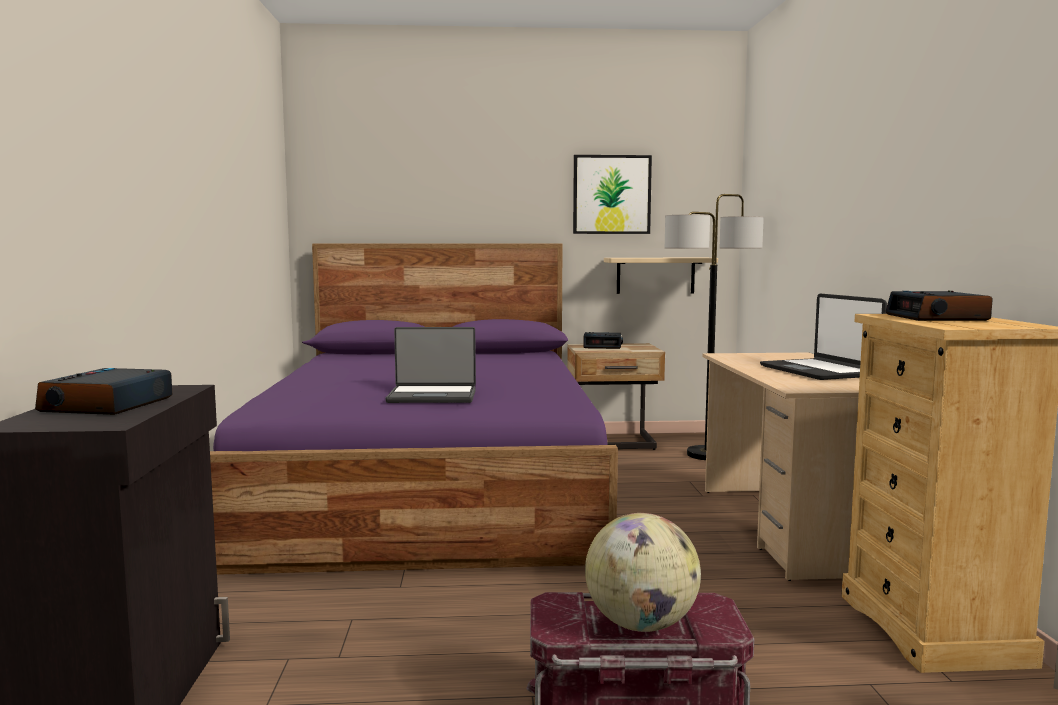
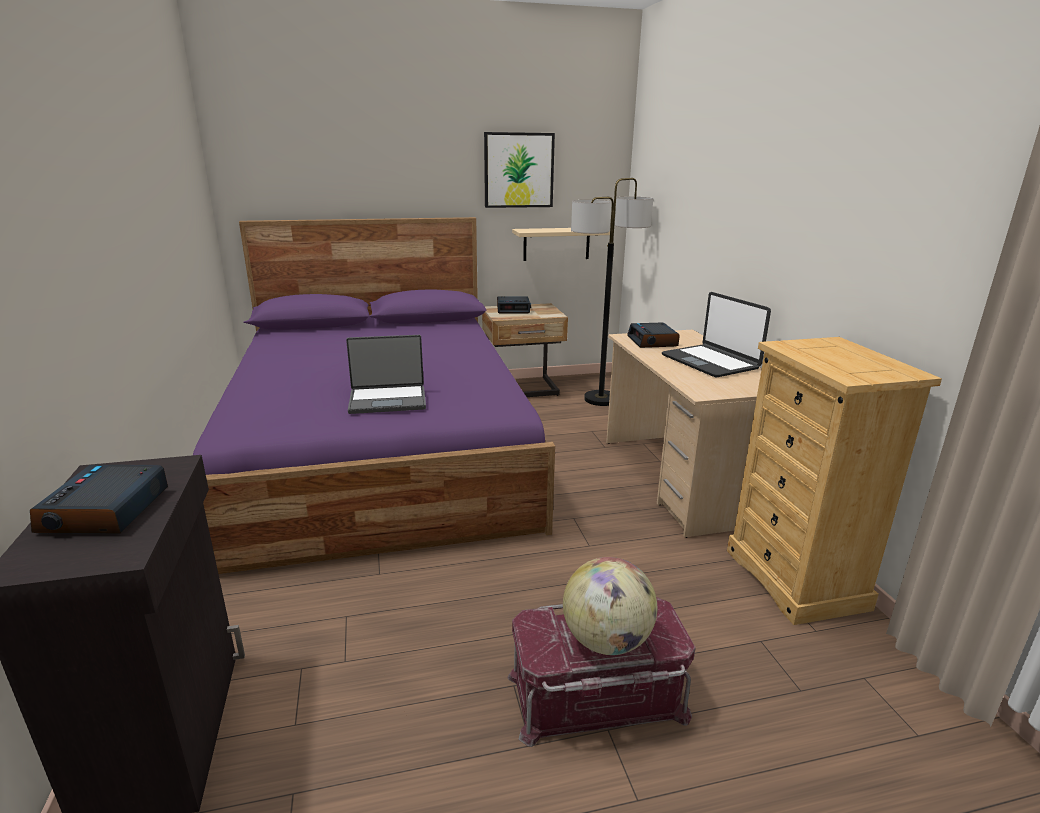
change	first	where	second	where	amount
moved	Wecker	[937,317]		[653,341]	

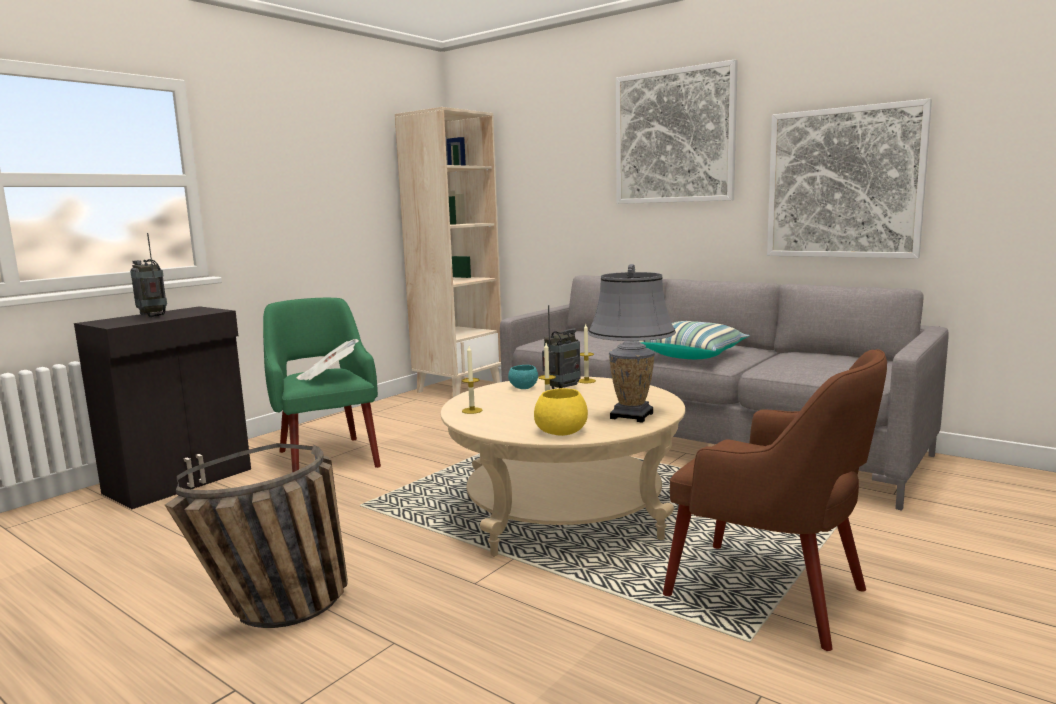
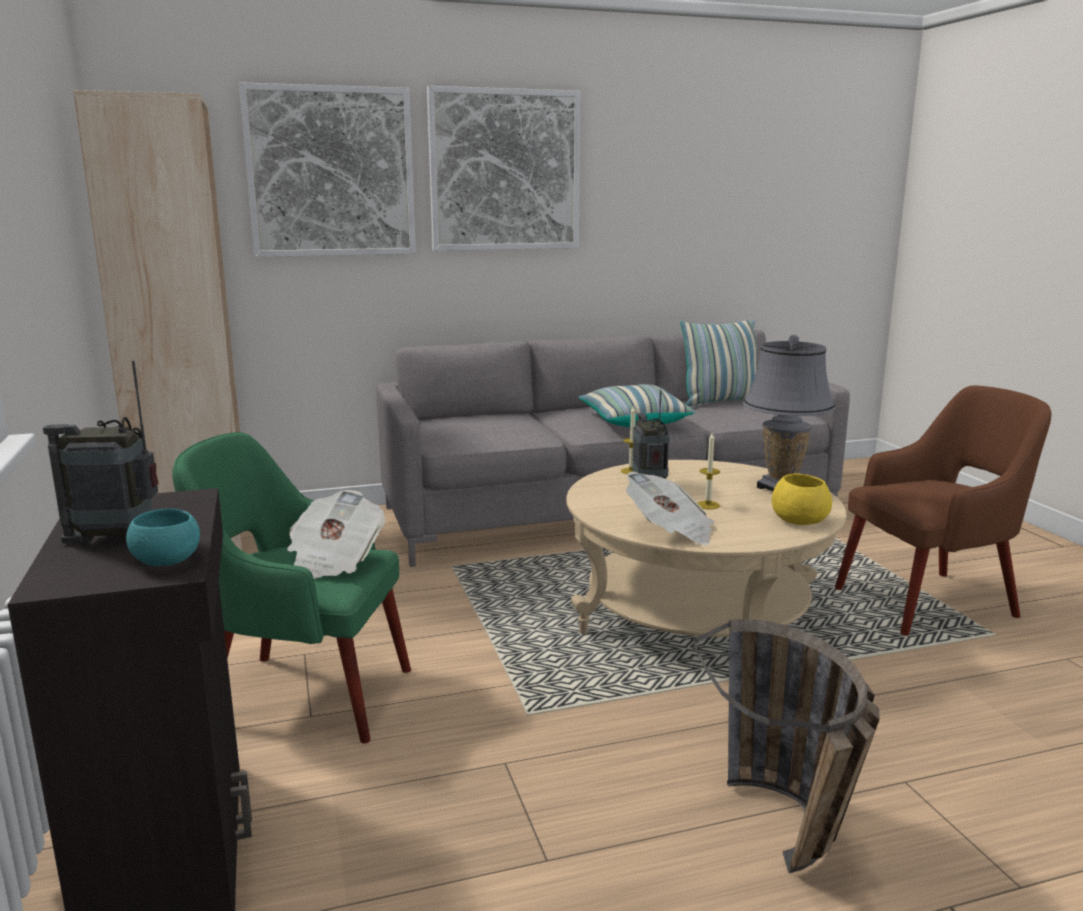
change	first	where	second	where	amount
added			Kissen	[720,401]	
moved	Schüssel [türkis]	[523,388]		[166,562]	
moved	Bild	[844,183]		[331,172]	
replaced	Kerze	[472,410]	Zeitung	[670,531]	

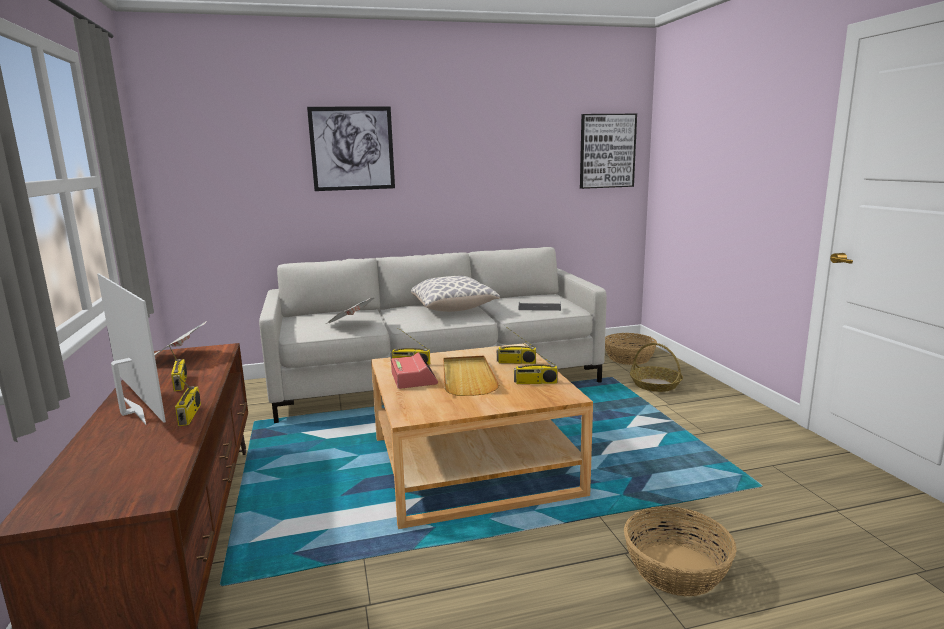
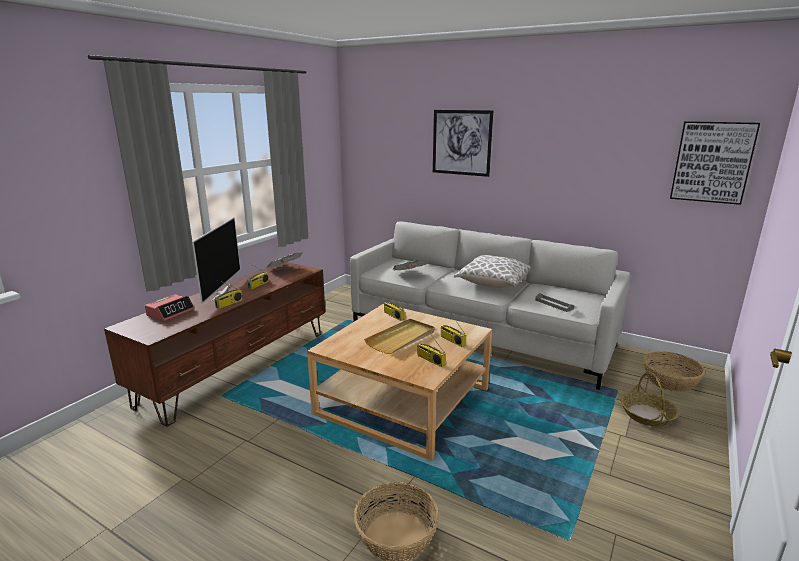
change	first	where	second	where	amount
moved	Wecker	[413,378]		[171,312]	

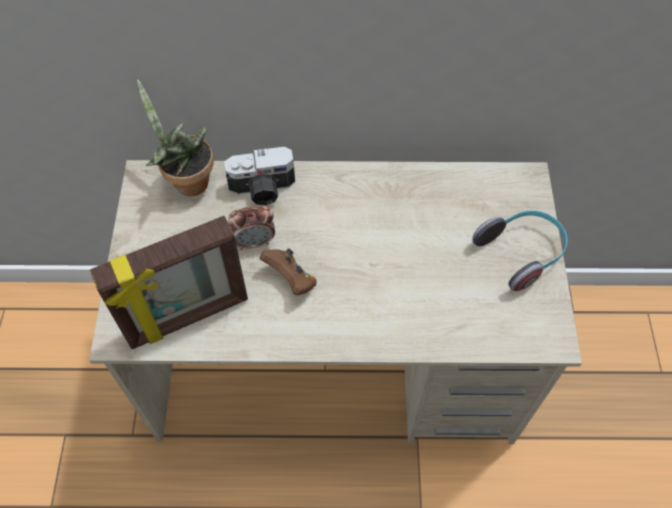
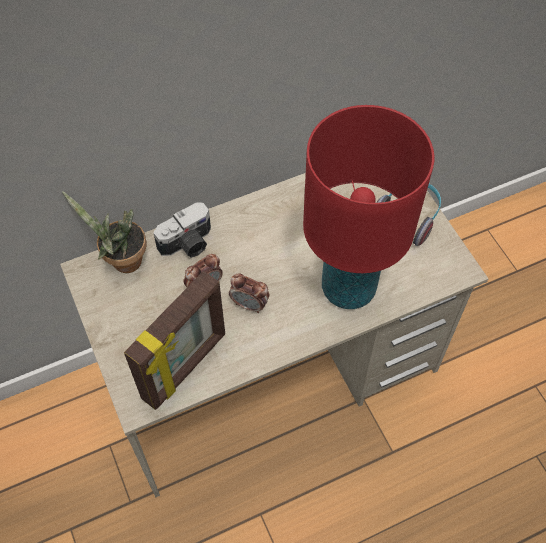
change	first	where	second	where	amount
added			Tischlampe [rot]	[348,288]	
replaced	Gamepad [braun]	[291,279]	Wecker	[249,304]	

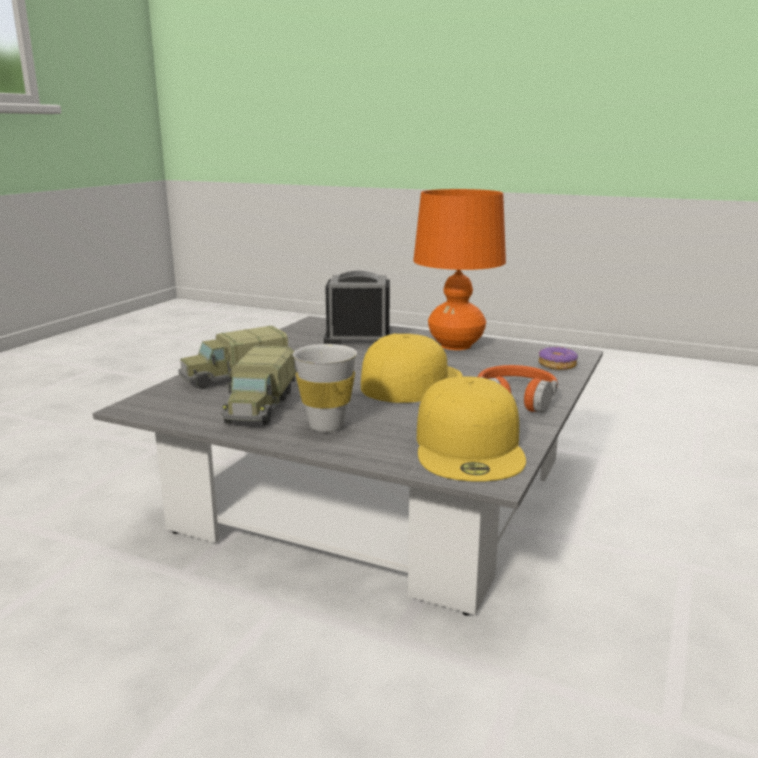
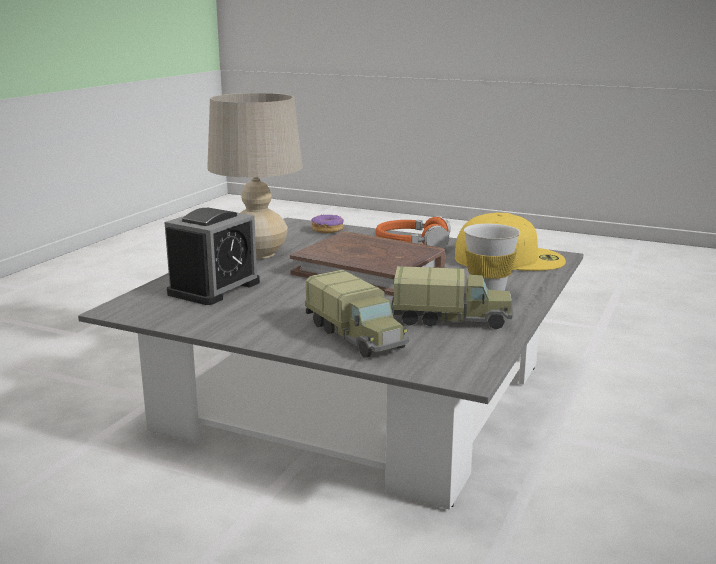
change	first	where	second	where	amount
replaced	Kappe [gelb]	[411,381]	Buch [braun]	[369,270]	
recoloured	Tischlampe [orange]	[456,345]	Tischlampe [beige]	[259,254]	
turned	Wecker	[358,338]		[214,288]	150 degrees counterclockwise

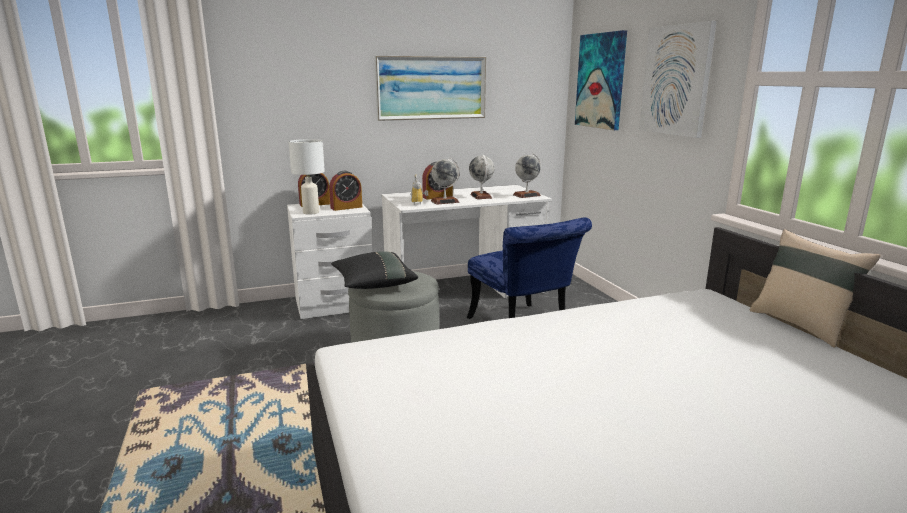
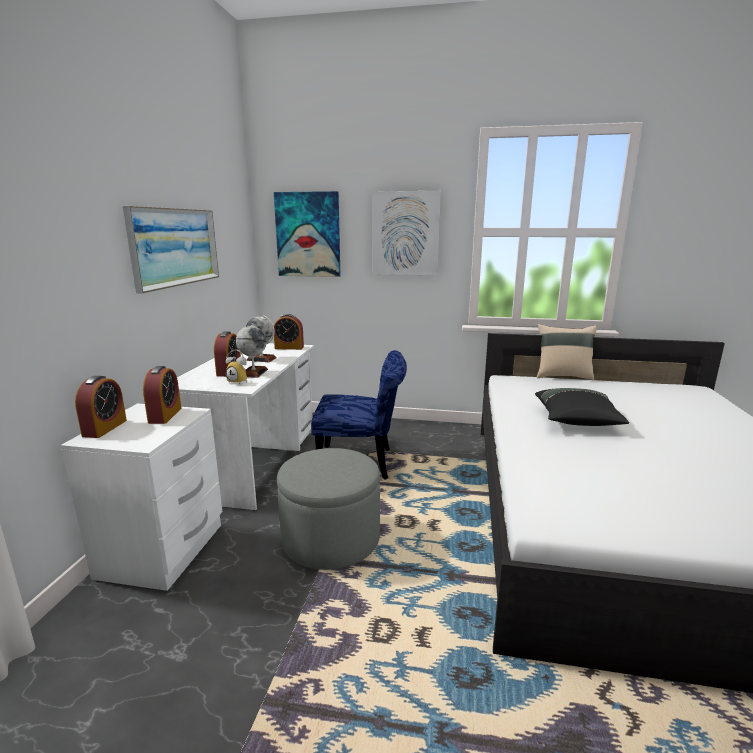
change	first	where	second	where	amount
removed	Tischlampe [weiß]	[311,212]			
moved	Kissen [schwarz]	[373,284]		[576,421]	
replaced	Globus	[526,195]	Wecker	[289,348]	

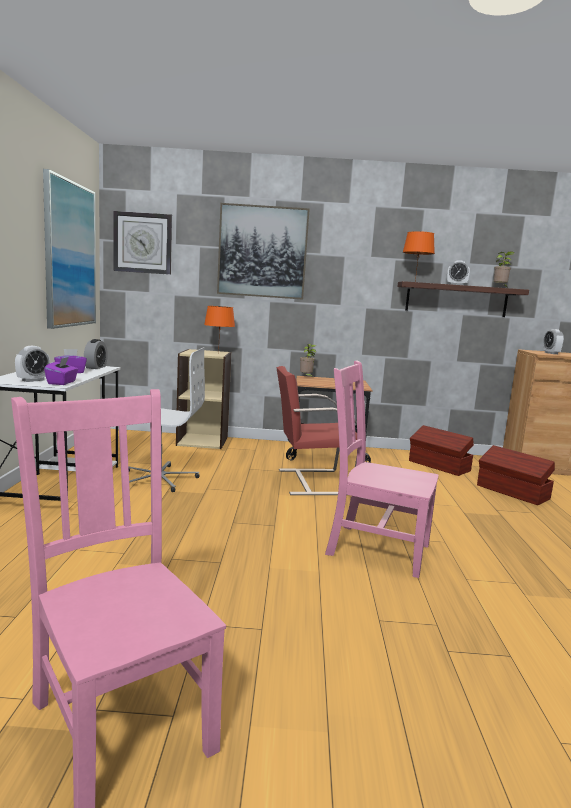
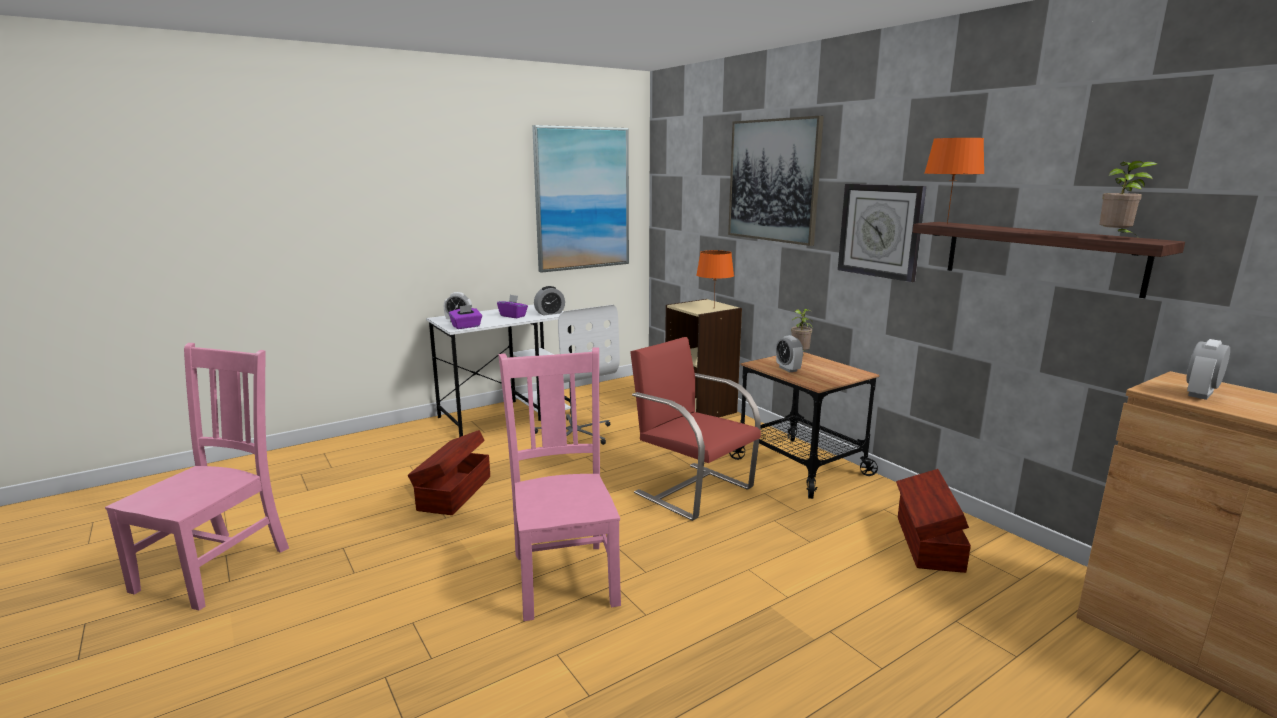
change	first	where	second	where	amount
moved	Wanduhr	[143,243]		[880,230]	
moved	Wecker	[456,285]		[788,369]	
moved	Aufbewahrungsbox [braun]	[512,492]		[453,493]	

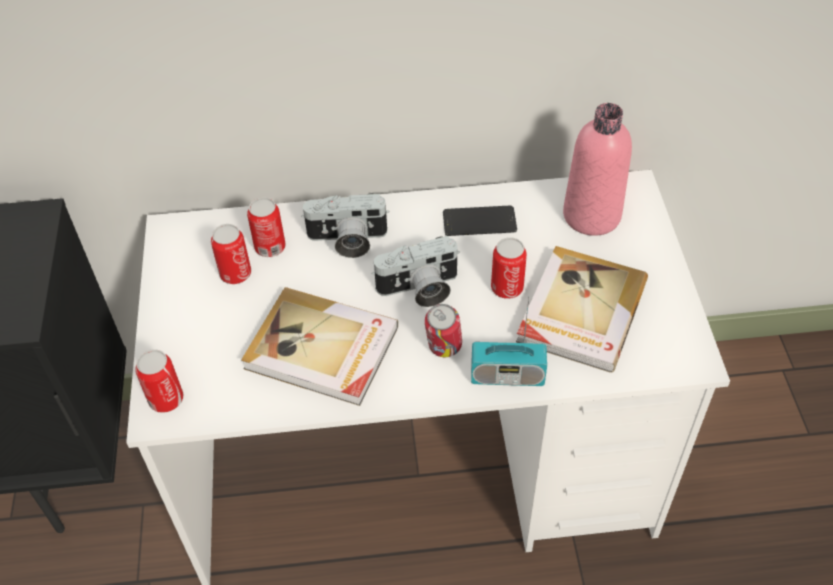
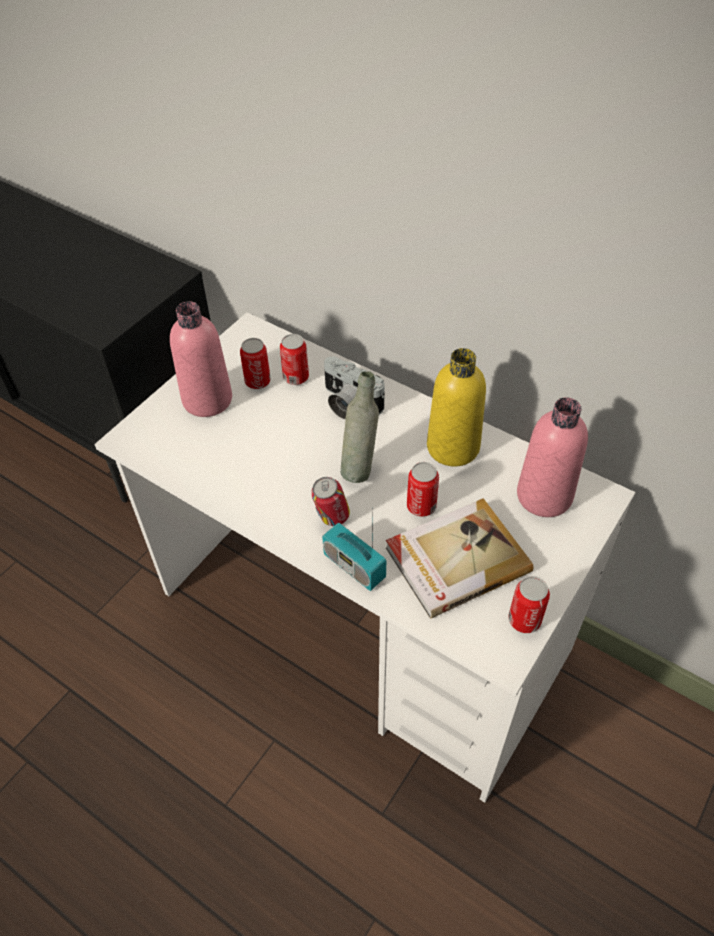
change	first	where	second	where	amount
removed	Buch	[322,350]			
added			Flasche [rosa]	[207,400]	
moved	Dose	[166,399]		[524,620]	
replaced	Kamera	[419,289]	Flasche [grau]	[360,467]	
replaced	Handy	[479,222]	Flasche [gelb]	[453,447]	

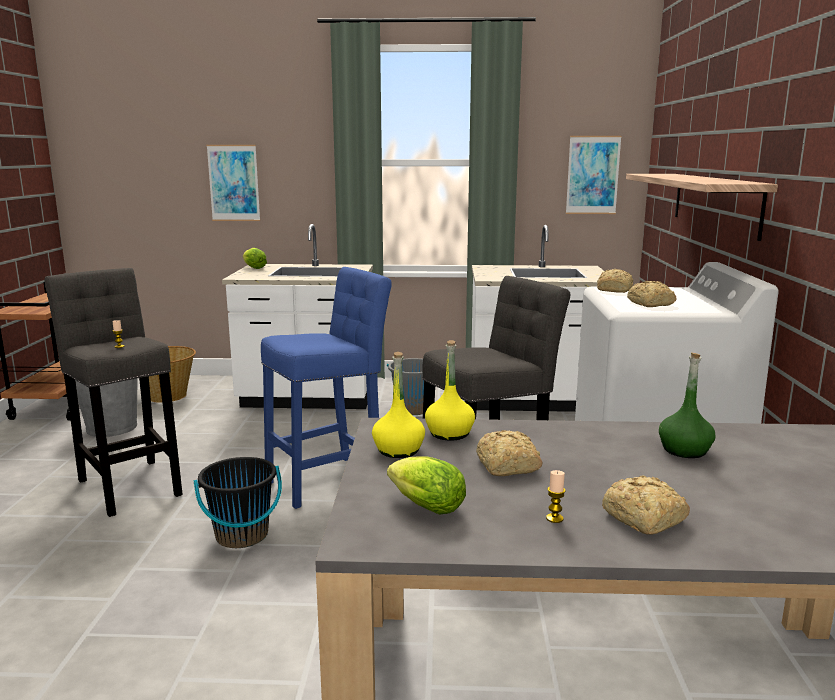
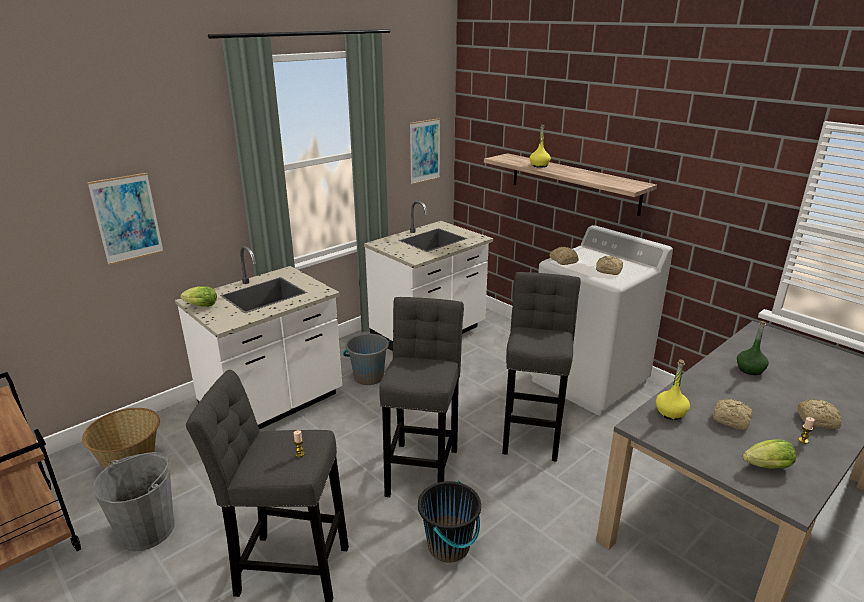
change	first	where	second	where	amount
moved	Flasche [gelb]	[399,450]		[539,165]	
recoloured	Hocker [blau]	[330,480]	Hocker [grau]	[422,468]	

